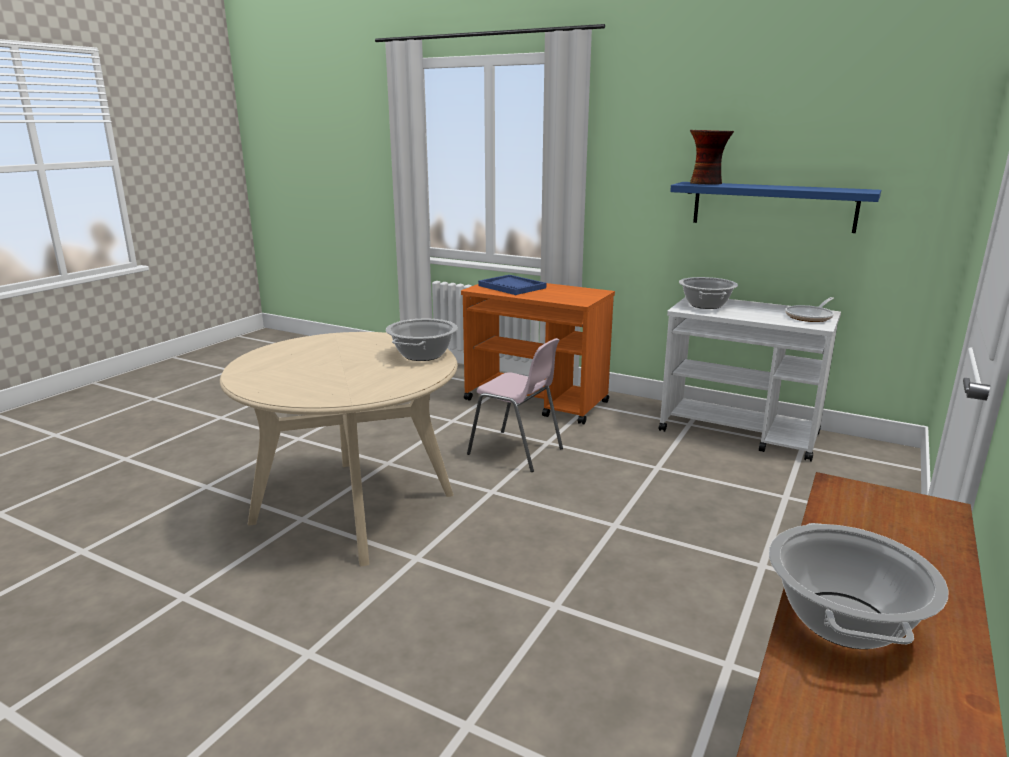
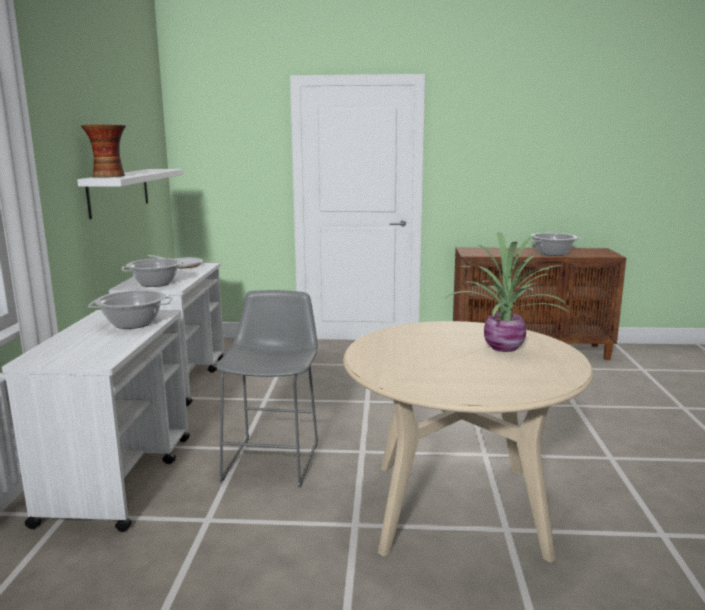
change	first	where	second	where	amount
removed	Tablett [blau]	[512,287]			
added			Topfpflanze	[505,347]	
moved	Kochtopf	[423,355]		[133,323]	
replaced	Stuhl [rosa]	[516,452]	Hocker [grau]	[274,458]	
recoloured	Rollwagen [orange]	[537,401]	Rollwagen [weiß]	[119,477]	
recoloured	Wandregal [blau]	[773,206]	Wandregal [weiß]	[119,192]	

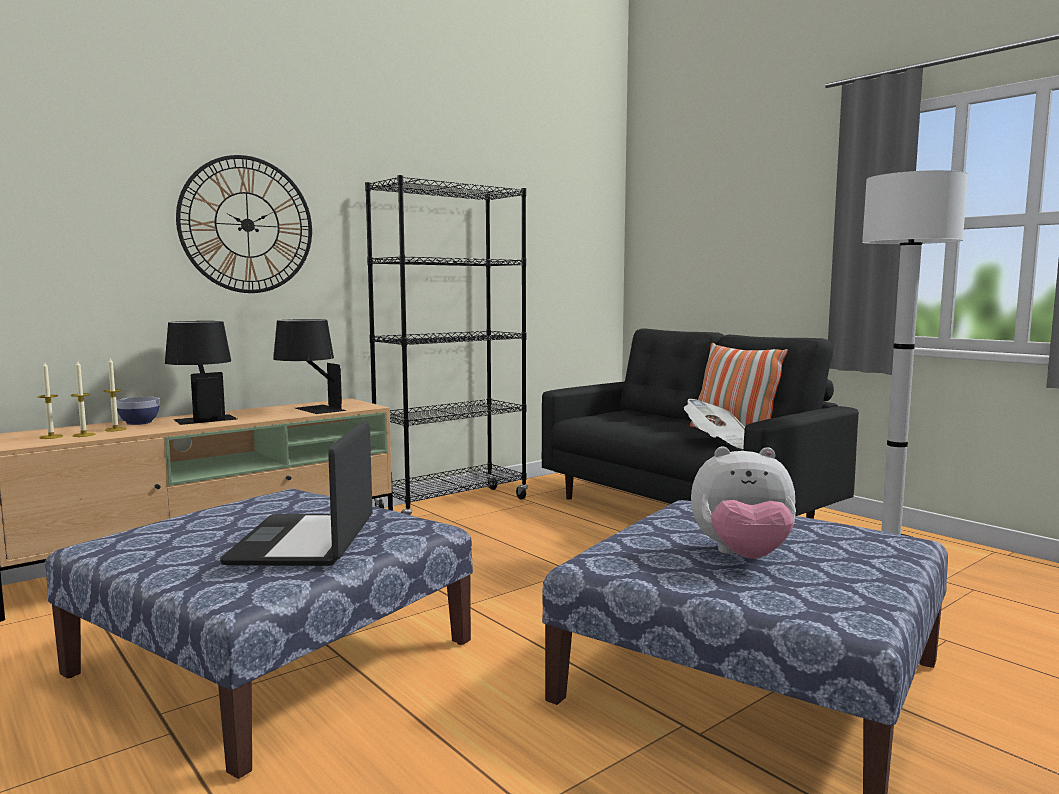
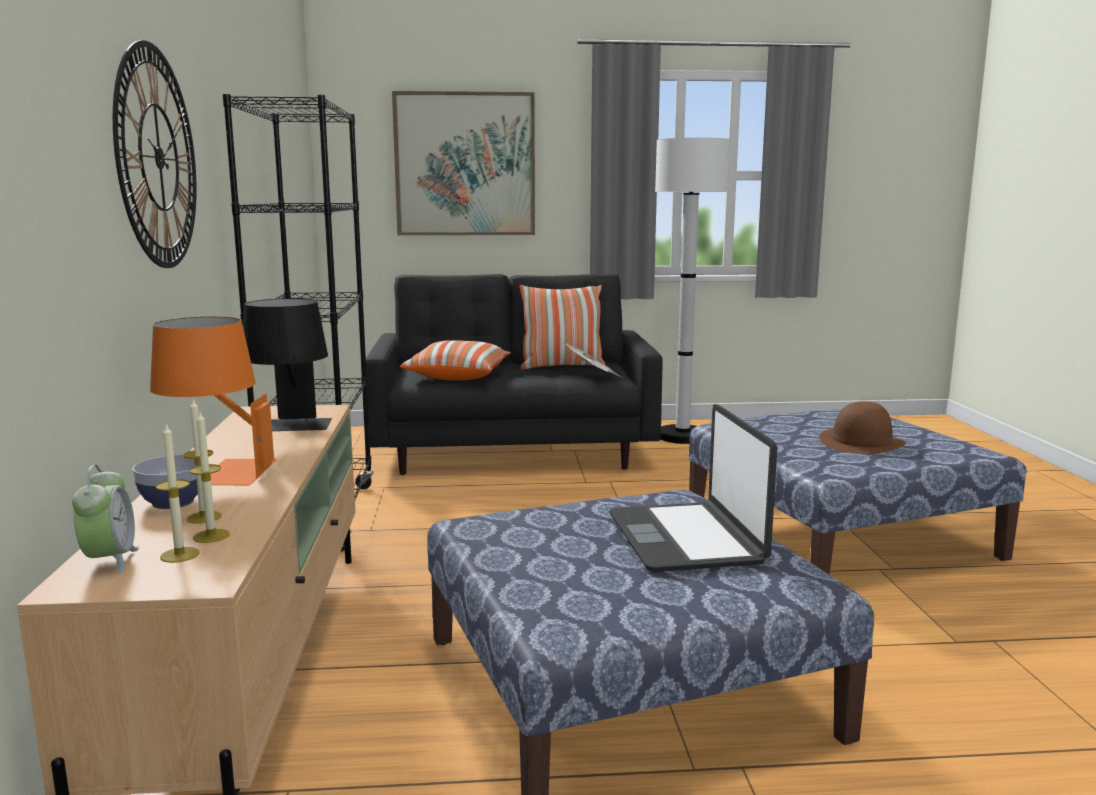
change	first	where	second	where	amount
added			Wecker	[110,561]	
added			Bild	[465,164]	
added			Kissen	[458,376]	
replaced	Plüschtier	[742,557]	Hut [braun]	[861,442]	
recoloured	Tischlampe [schwarz]	[202,417]	Tischlampe [orange]	[218,471]	
turned	Laptop	[305,542]		[687,539]	45 degrees clockwise

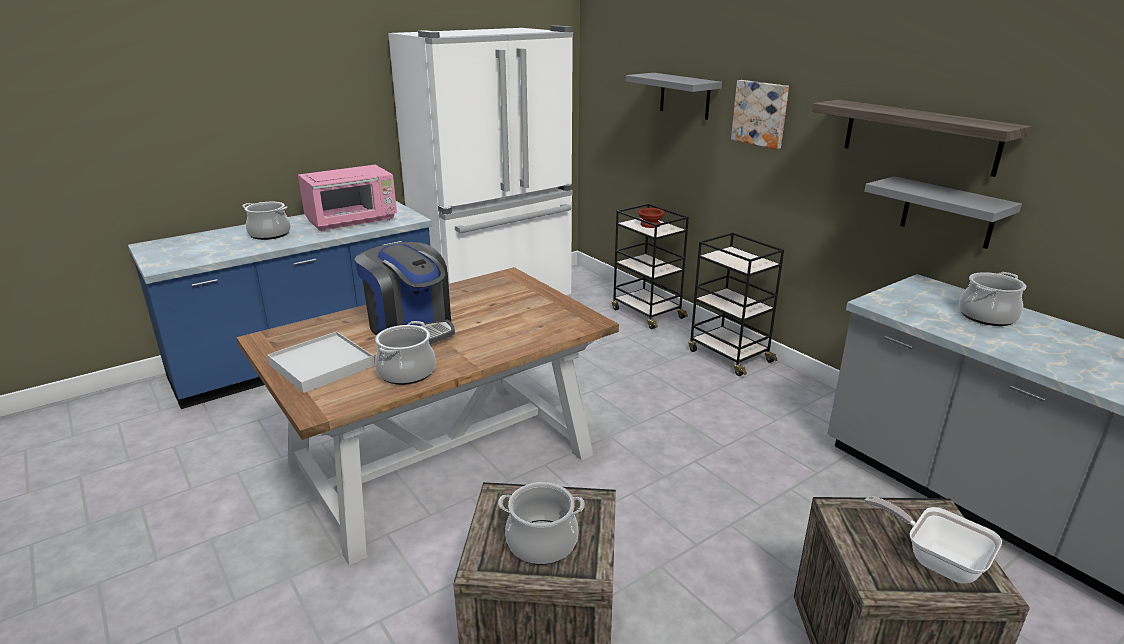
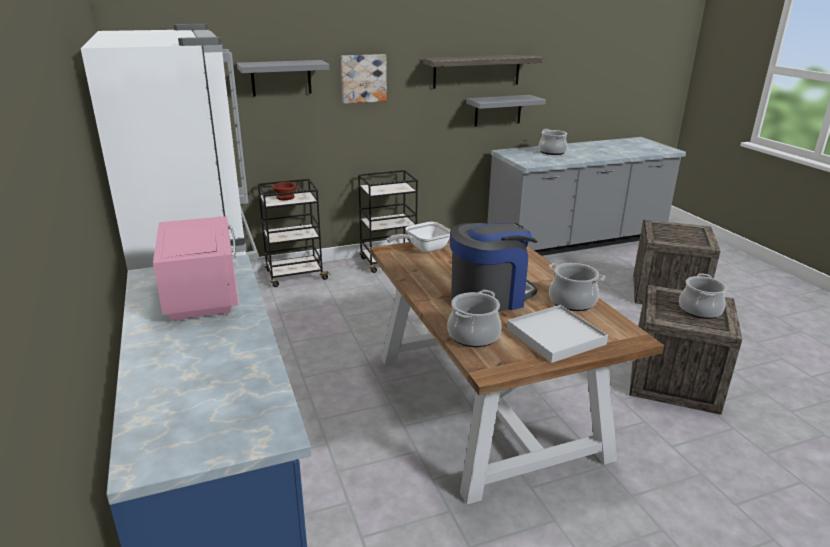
change	first	where	second	where	amount
moved	Kochtopf	[269,234]		[473,336]	
moved	Pfanne	[936,559]		[423,249]	

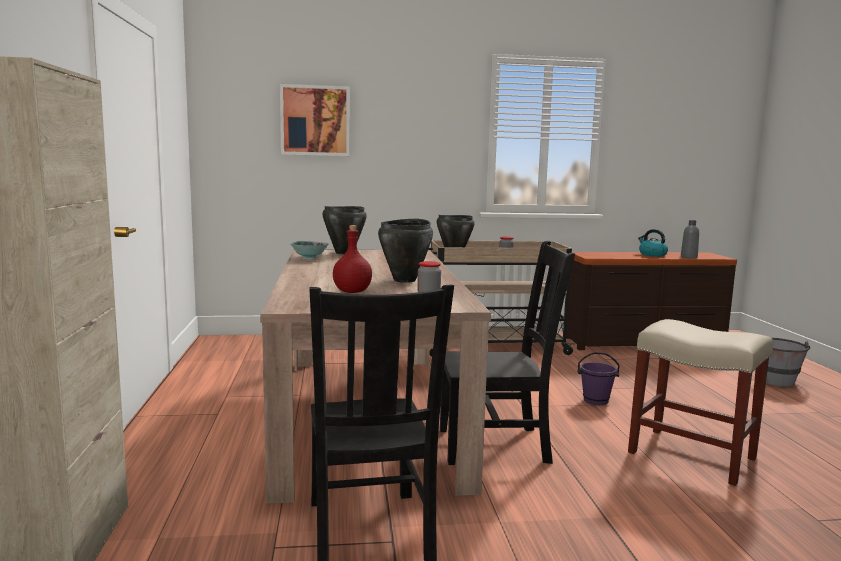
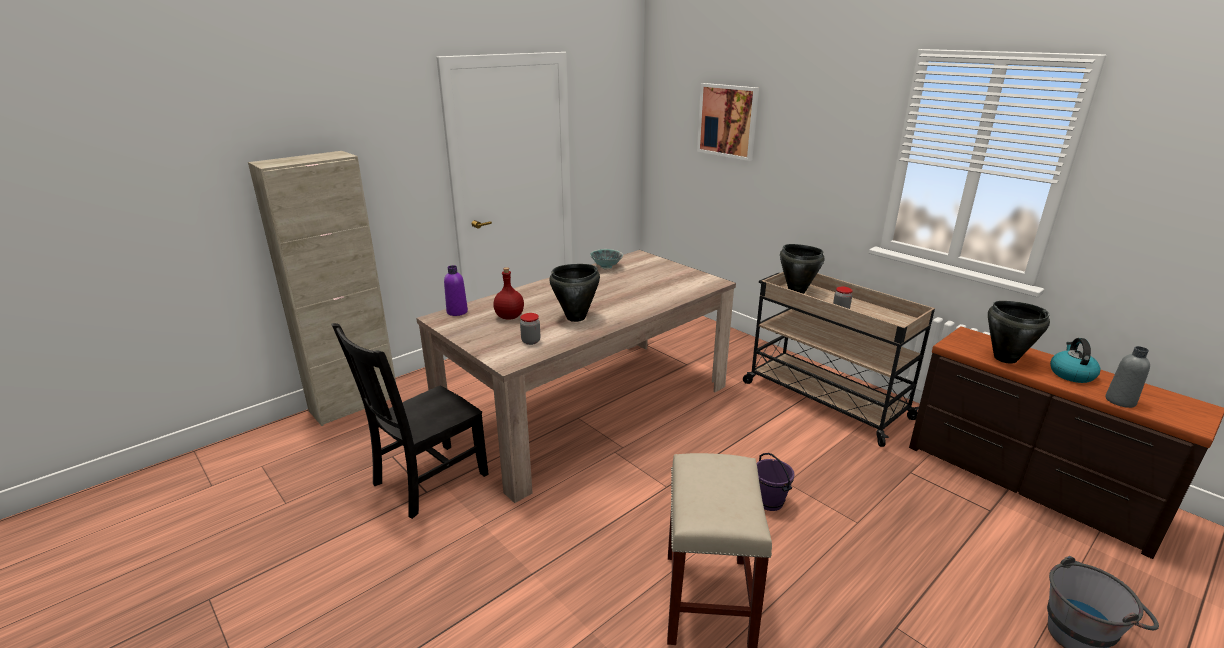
change	first	where	second	where	amount
removed	Stuhl [schwarz]	[497,445]			
added			Flasche [lila]	[457,312]	
moved	Kochtopf [schwarz]	[344,253]		[1004,358]	

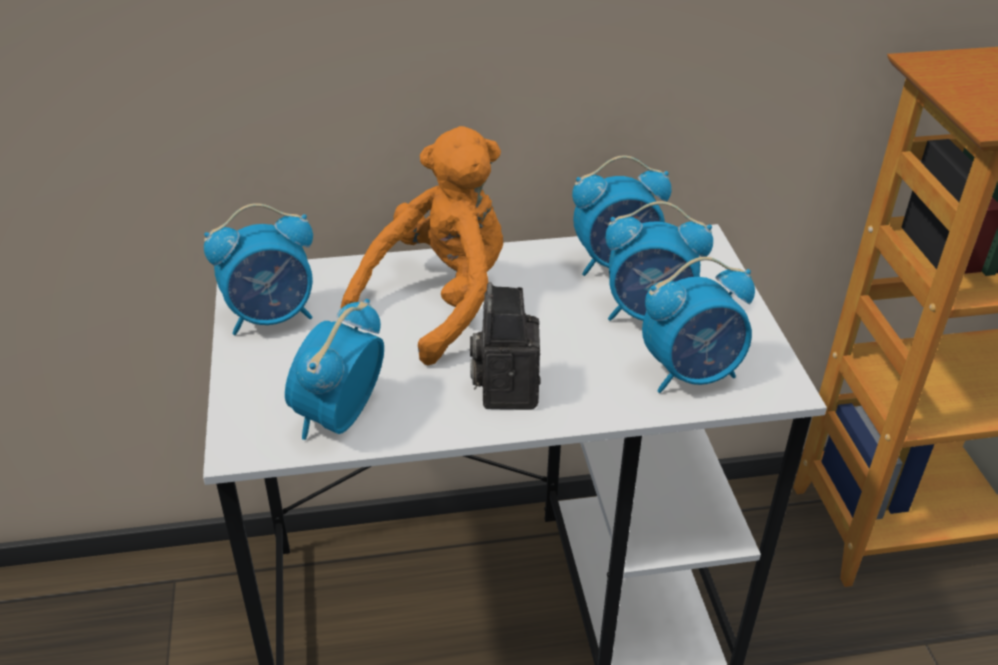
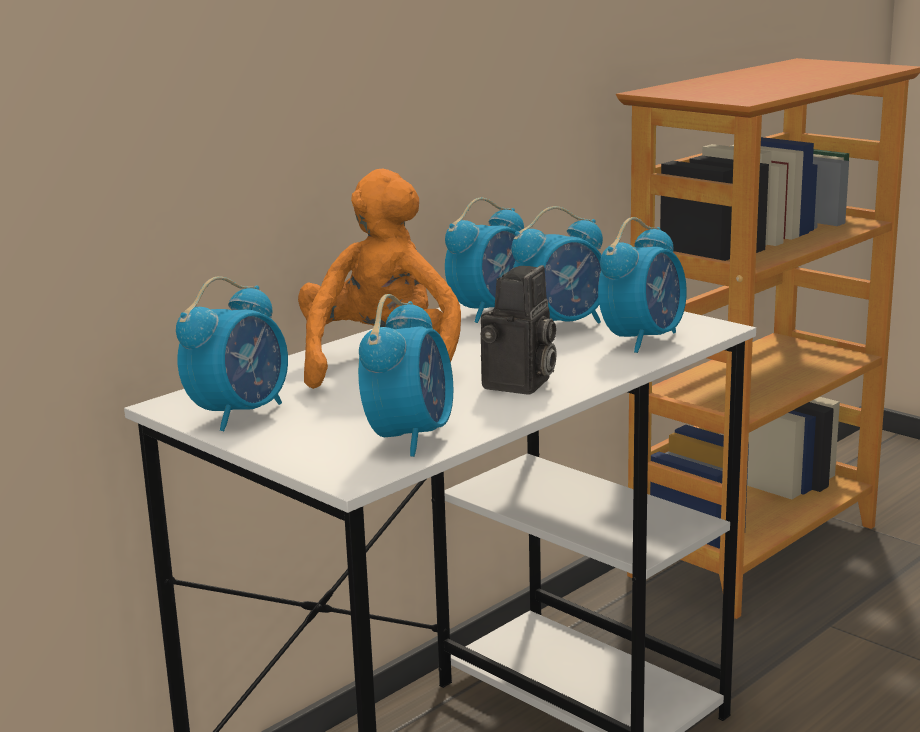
change	first	where	second	where	amount
turned	Wecker	[339,418]		[410,437]	150 degrees counterclockwise
turned	Kamera	[505,388]		[519,385]	120 degrees counterclockwise

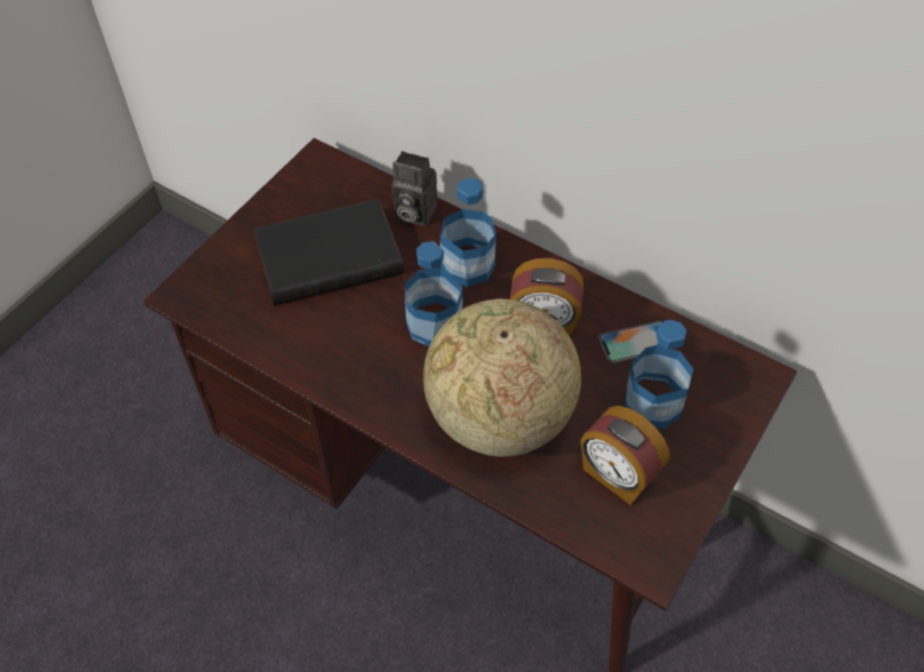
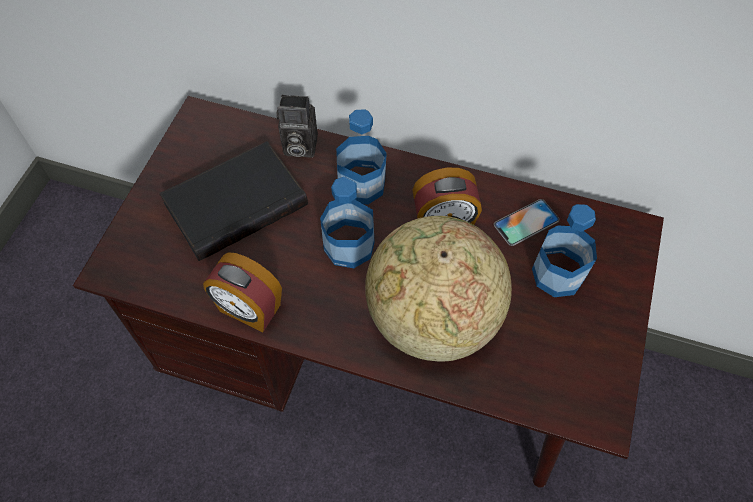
change	first	where	second	where	amount
moved	Wecker	[617,475]		[249,309]	

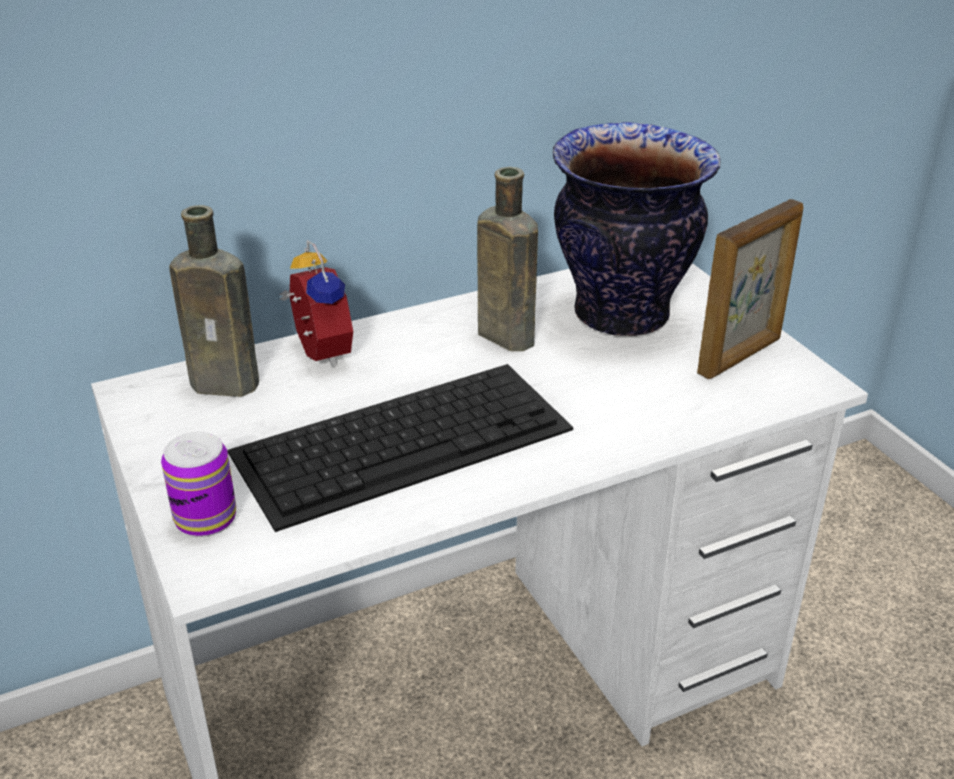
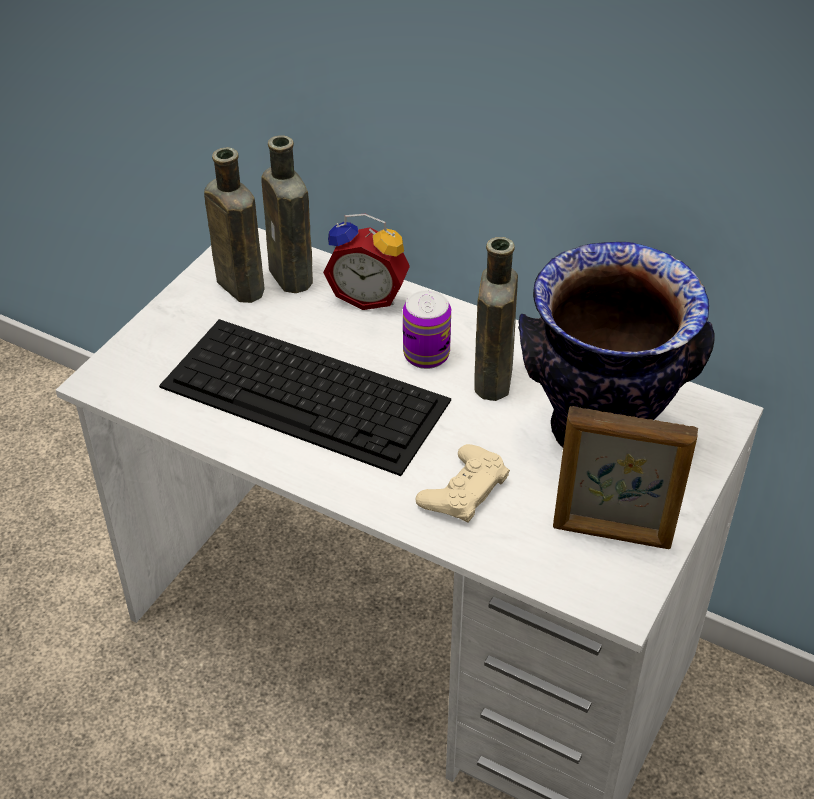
change	first	where	second	where	amount
added			Flasche [braun]	[238,284]	
added			Gamepad [beige]	[463,490]	
moved	Dose	[205,519]		[426,355]	
turned	Wecker	[317,353]		[369,296]	75 degrees clockwise

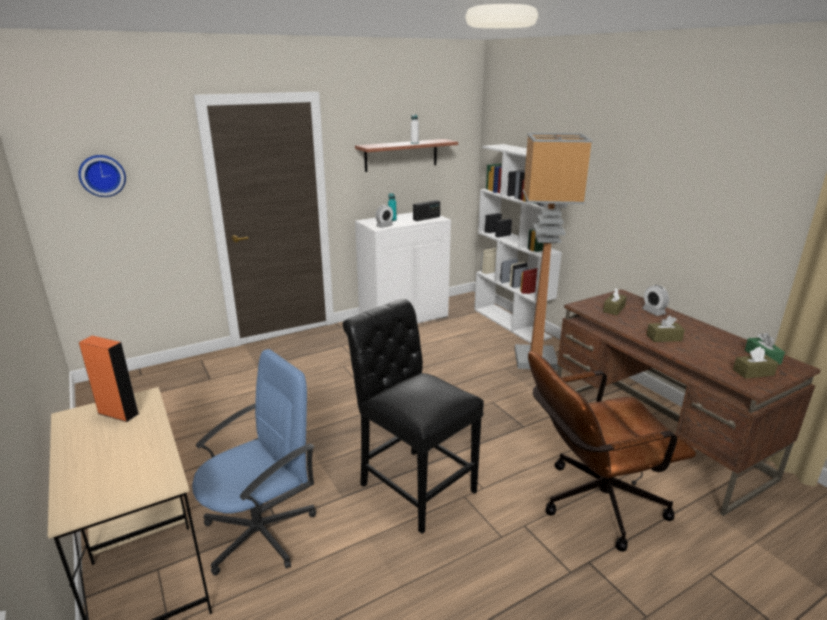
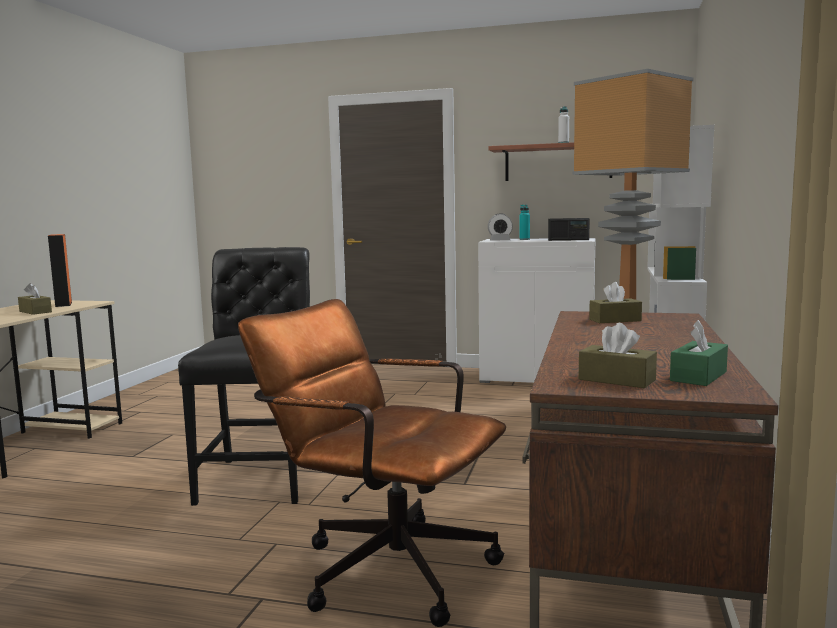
change	first	where	second	where	amount
removed	Wanduhr	[102,175]			
removed	Bürostuhl [blau]	[261,532]			
removed	Wecker	[653,312]			
moved	Taschentuchbox [braun]	[664,338]		[35,312]	

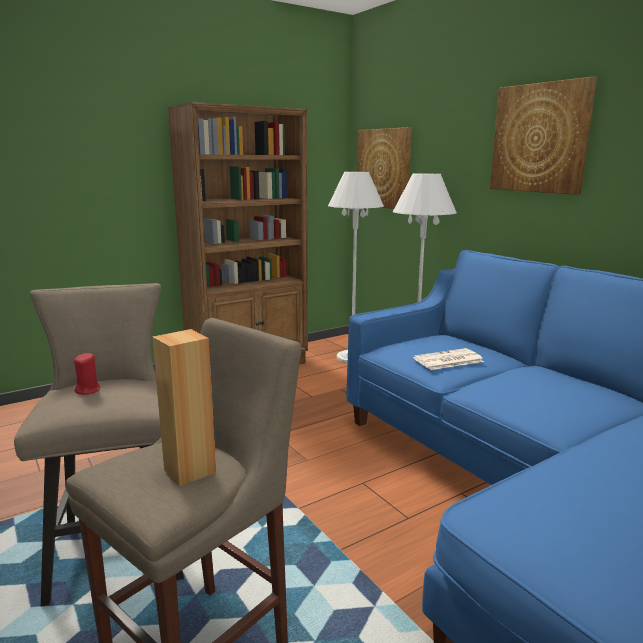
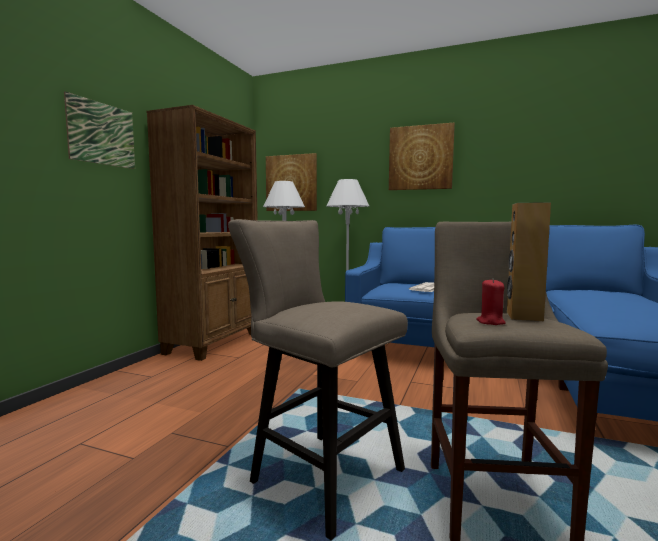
change	first	where	second	where	amount
added			Bild	[102,134]	
moved	Kerze [rot]	[88,390]		[490,322]	

